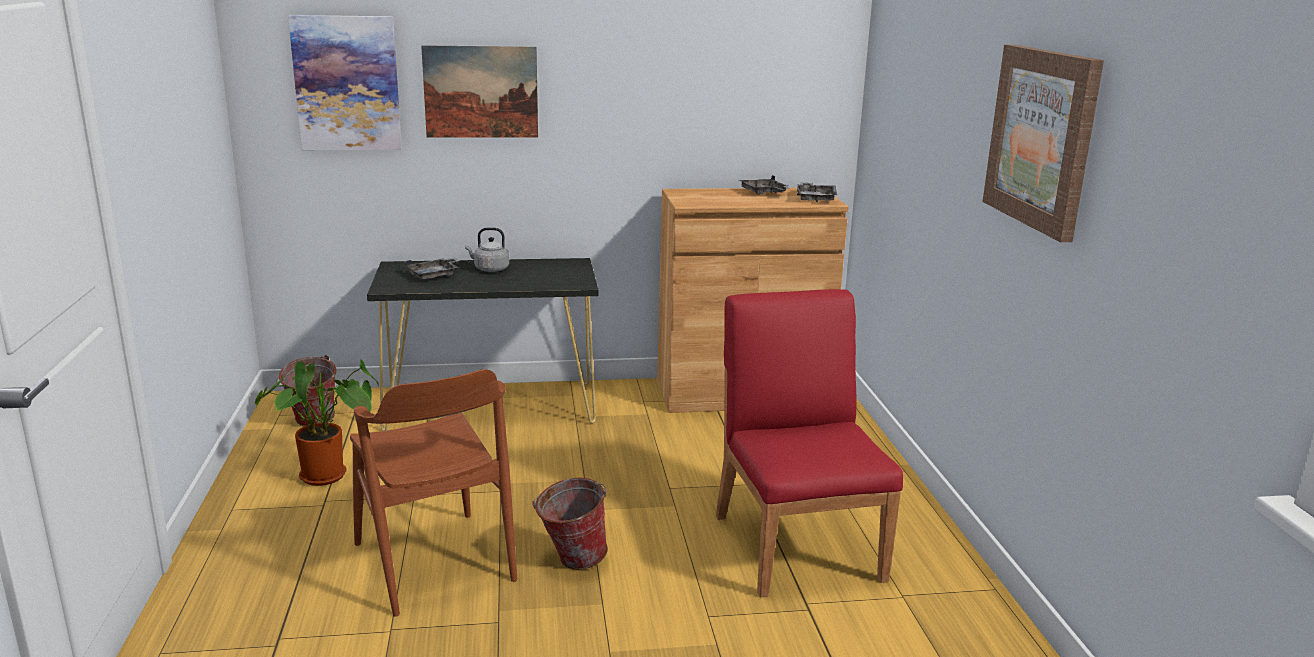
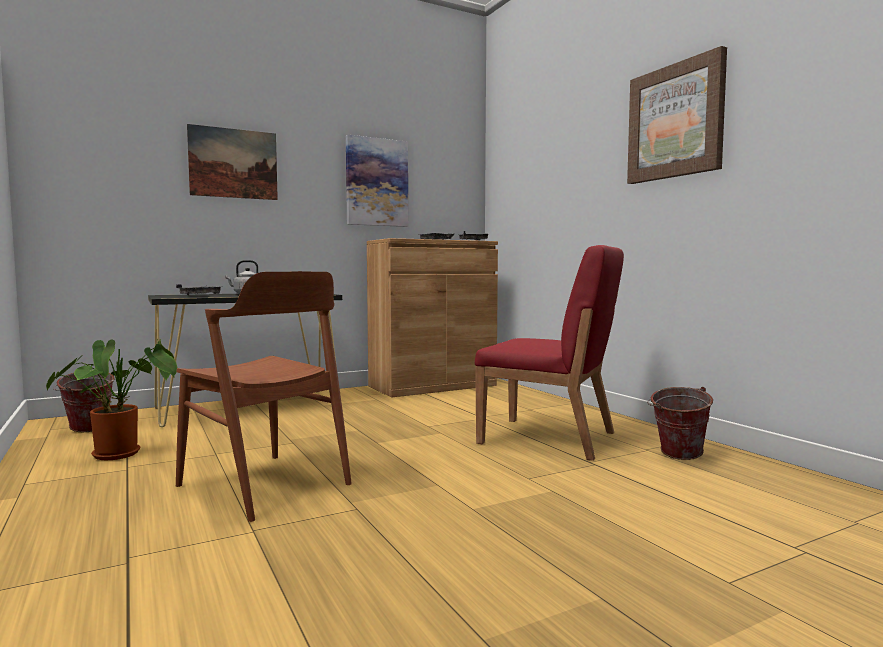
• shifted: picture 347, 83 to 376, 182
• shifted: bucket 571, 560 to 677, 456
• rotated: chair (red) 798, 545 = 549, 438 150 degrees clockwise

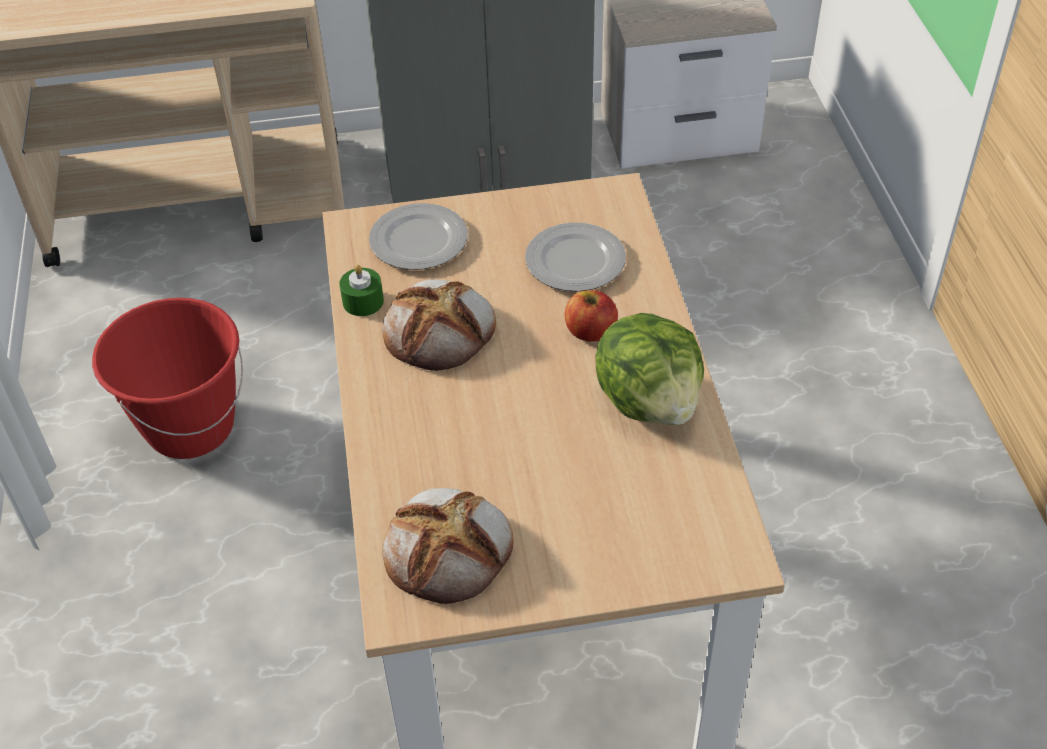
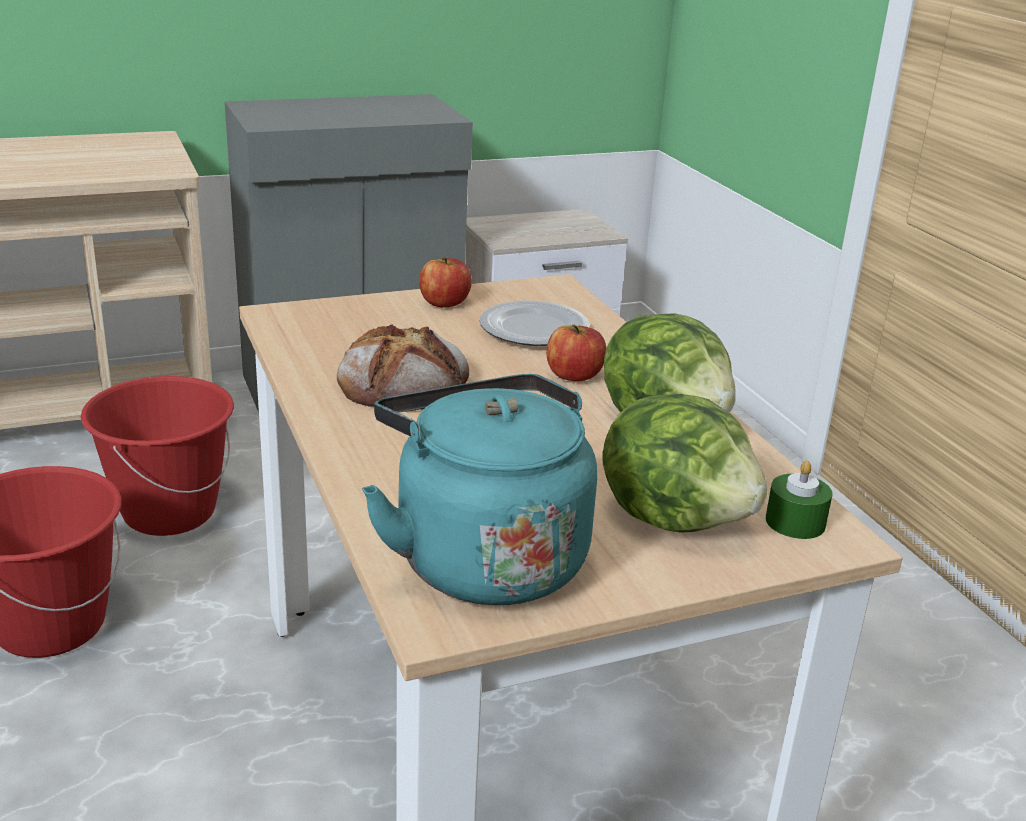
• gone: plate 418, 241
• new: bucket (red) 169, 512
• new: apple 444, 303
• new: lettuce 676, 517
• shifted: candle (green) 363, 301 to 795, 522
• swapped: bread 449, 549 to kettle (turquoise) 484, 556

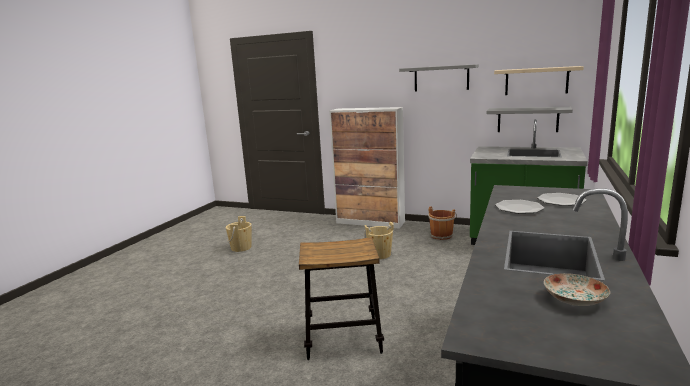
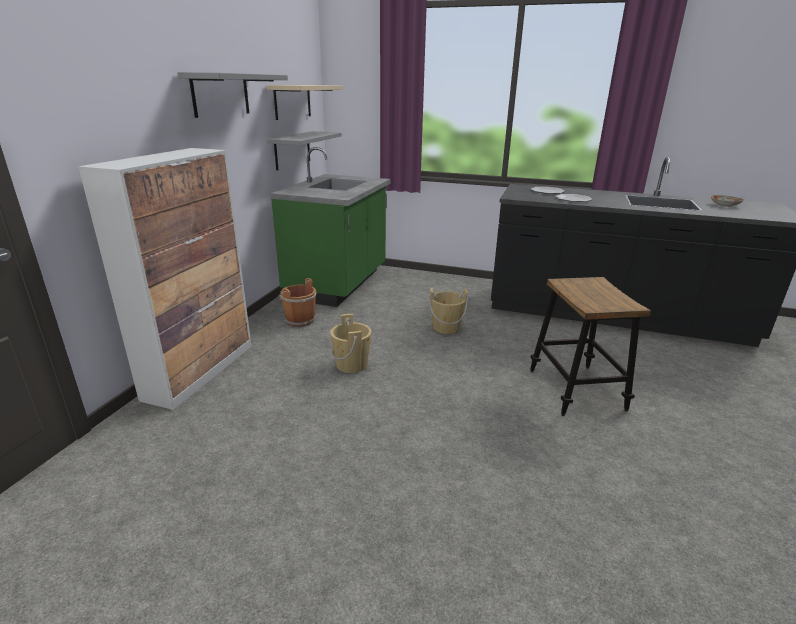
• shifted: bucket (beige) 241, 248 to 446, 327

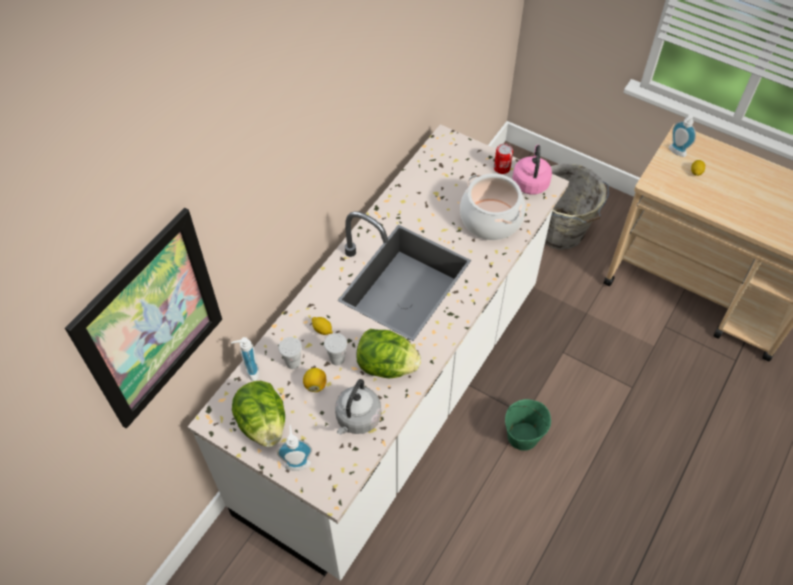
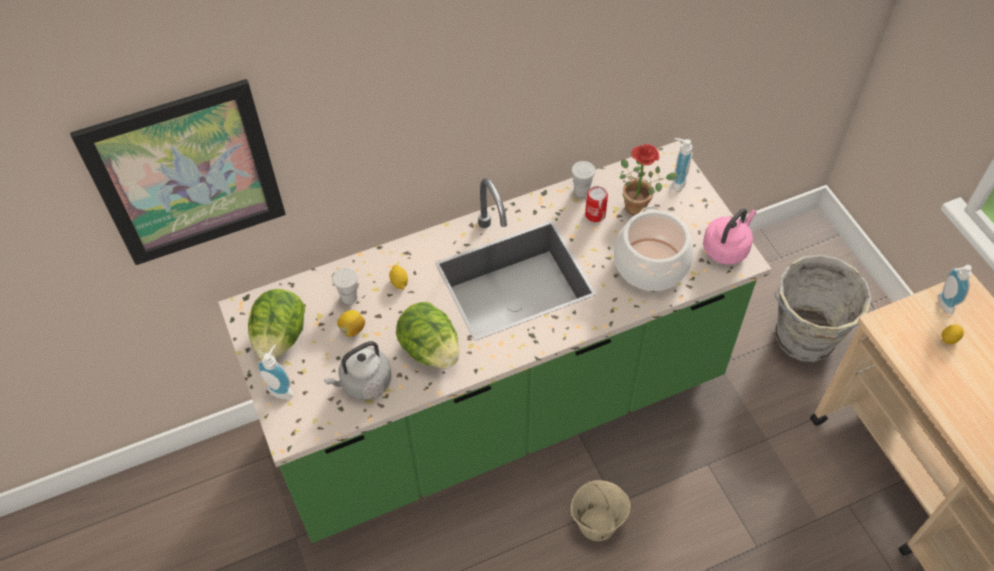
• new: potted plant 640, 207
• shifted: soap dispenser 250, 371 to 676, 182
• shifted: cup (white) 337, 359 to 581, 191
• shifted: can 502, 168 to 595, 215
• repainted: counter (white) 396, 398 to counter (green) 499, 409
• repainted: bucket (green) 522, 437 to bucket (beige) 596, 524

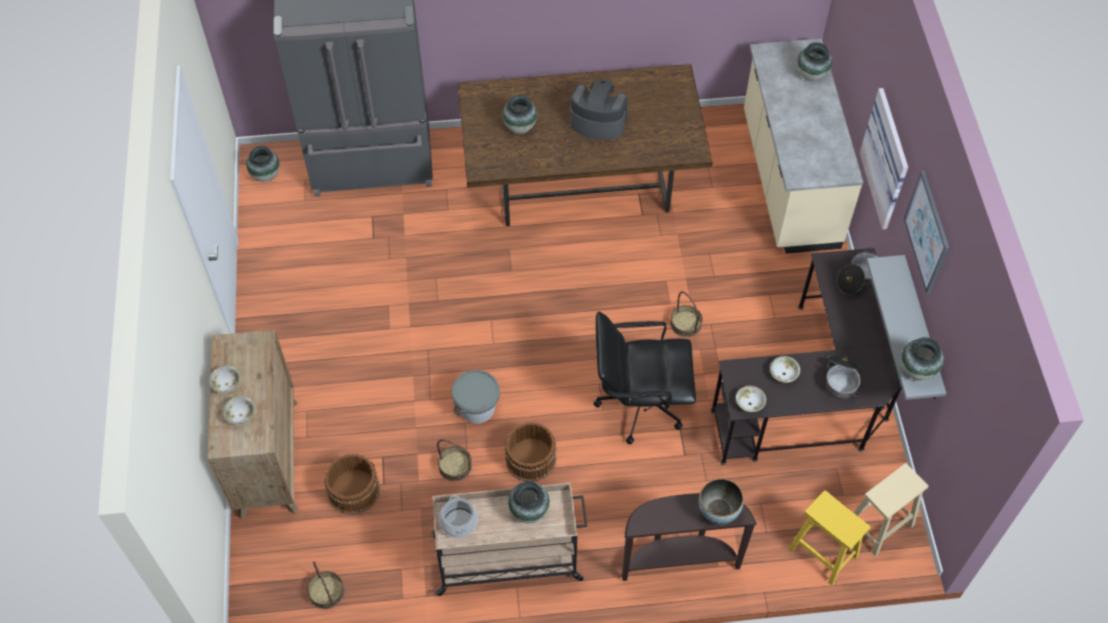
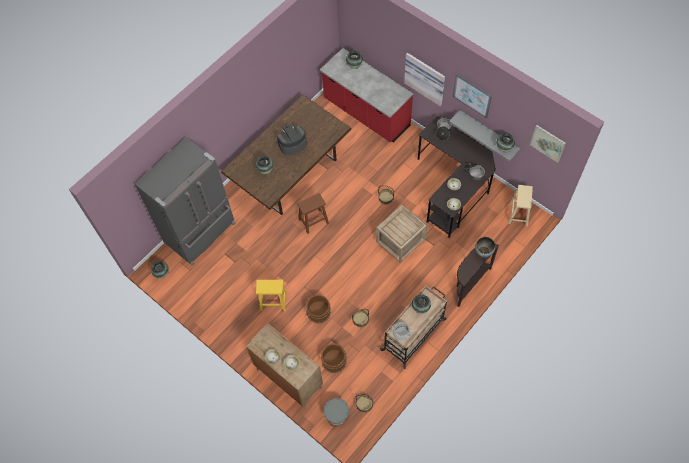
• new: stool (brown) 313, 221
• new: picture 548, 143
• shifted: bucket (grey) 477, 407 to 337, 415
• shifted: bucket (brown) 530, 458 to 318, 311
• shifted: stool (yellow) 822, 552 to 273, 302
• swapped: office chair (black) 639, 403 to crate 400, 240
• repainted: counter (beige) 788, 180 to counter (red) 366, 113

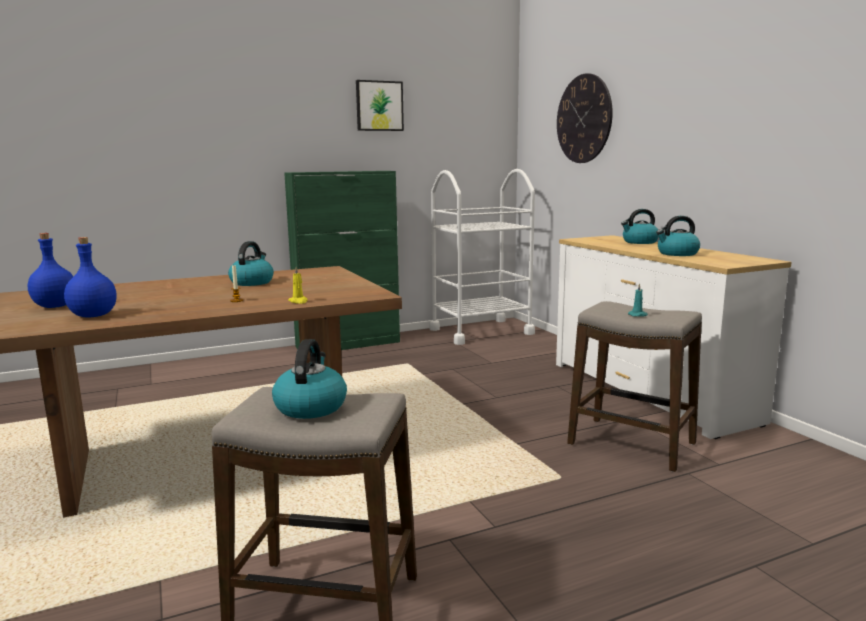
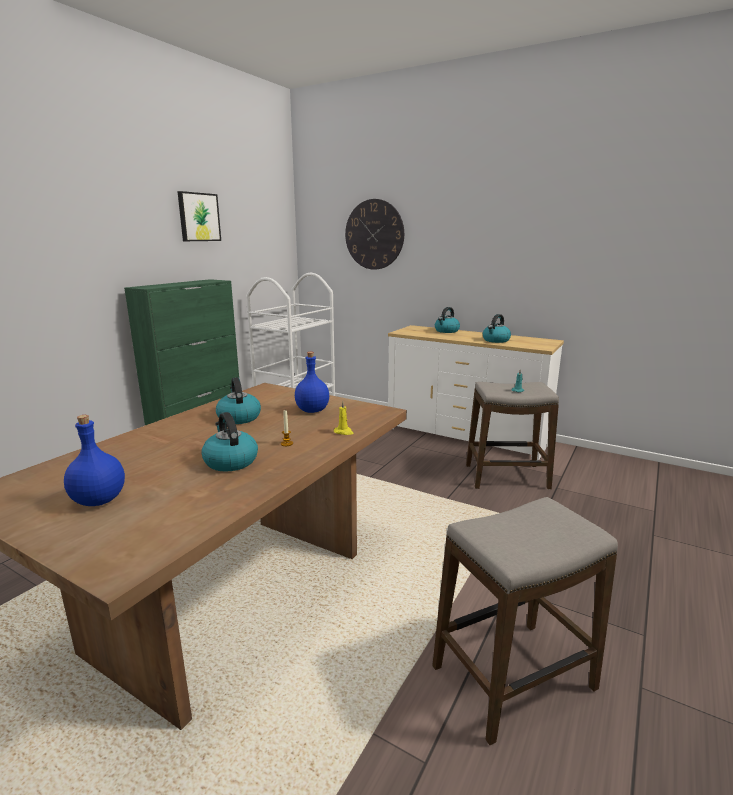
• shifted: bottle (blue) 94, 315 to 312, 410
• shifted: kettle 310, 407 to 230, 461

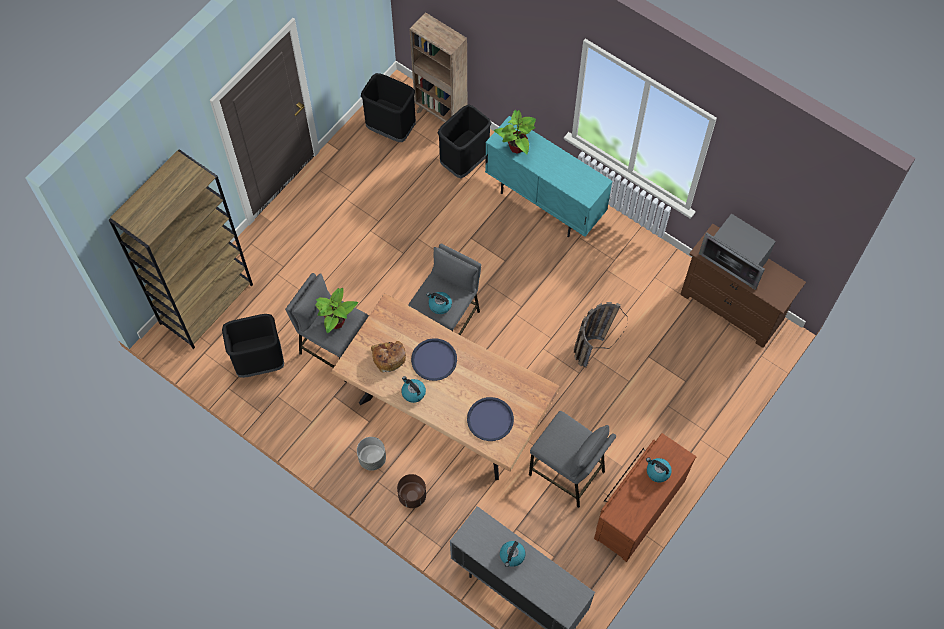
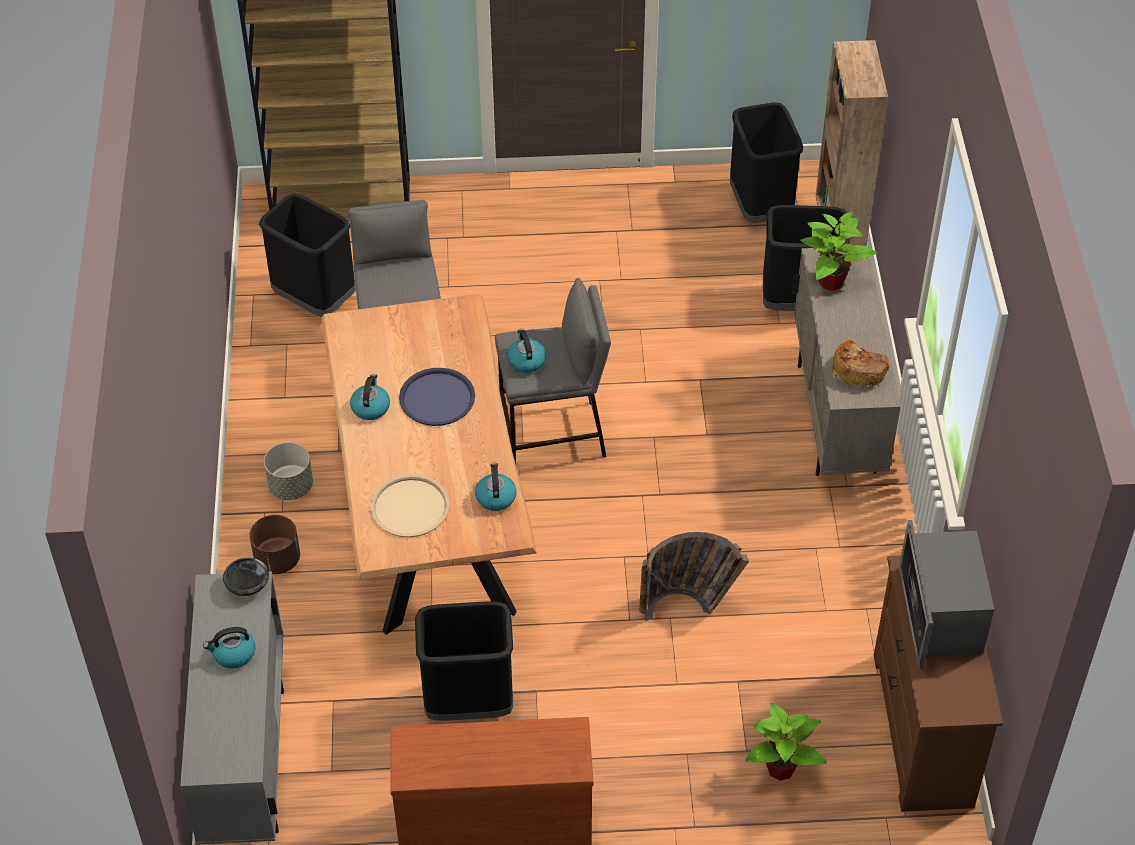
• new: bowl (black) 247, 586
• shifted: potted plant 336, 321 to 781, 768
• shifted: bread 388, 357 to 858, 369
• shifted: kettle 657, 472 to 495, 497
• swapped: stool (grey) 567, 473 to trash can (black) 468, 704
• repainted: tray (blue) 490, 419 to tray (beige) 410, 507
• repainted: cabinet (turquoise) 544, 203 to cabinet (beige) 836, 419

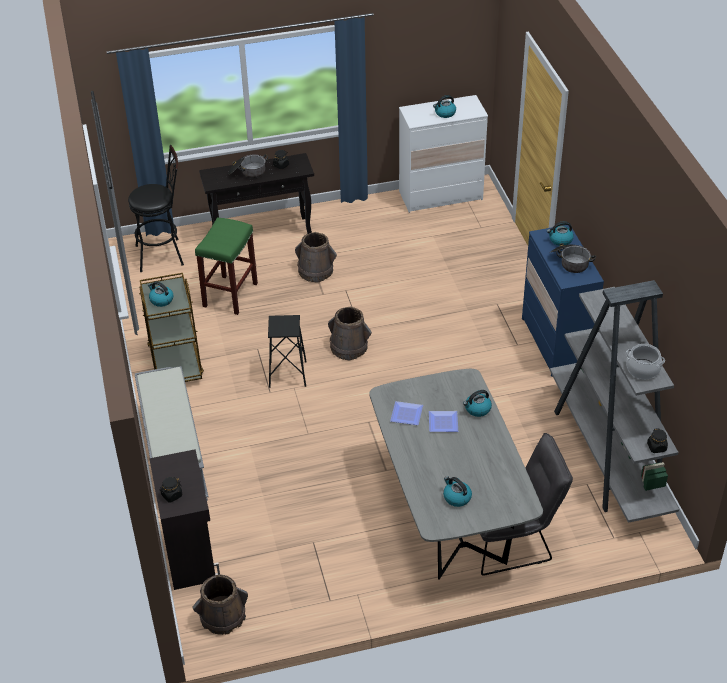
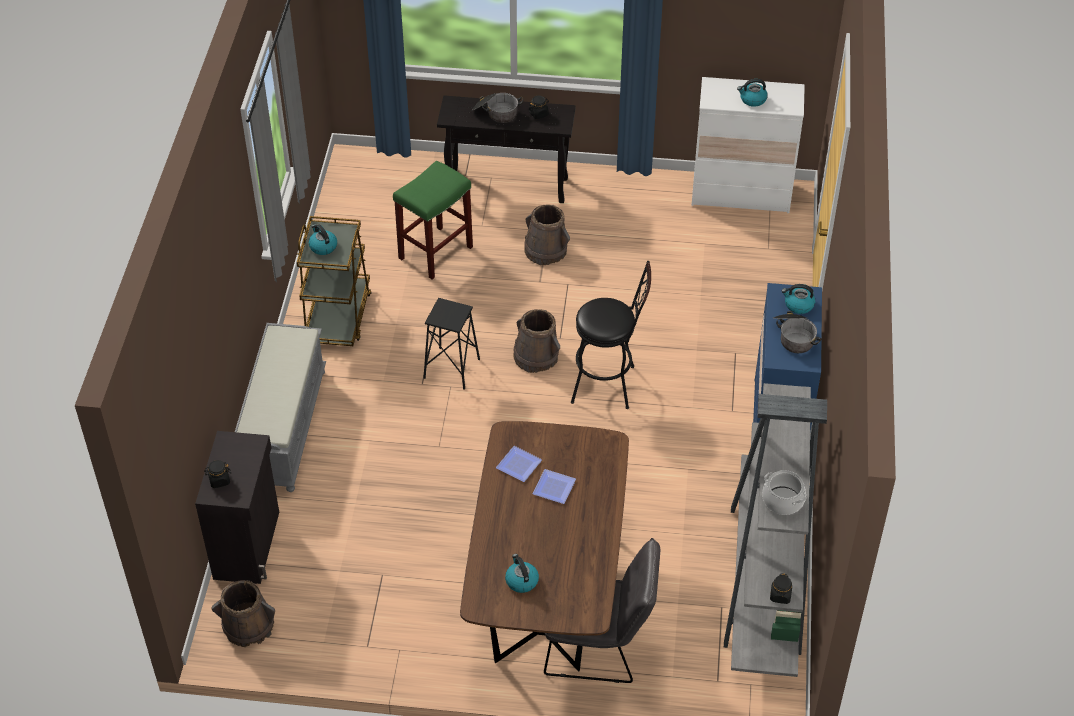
• gone: kettle 477, 409
• shifted: stool (black) 164, 254 to 609, 385
• repainted: dining table (grey) 450, 513 to dining table (brown) 547, 590

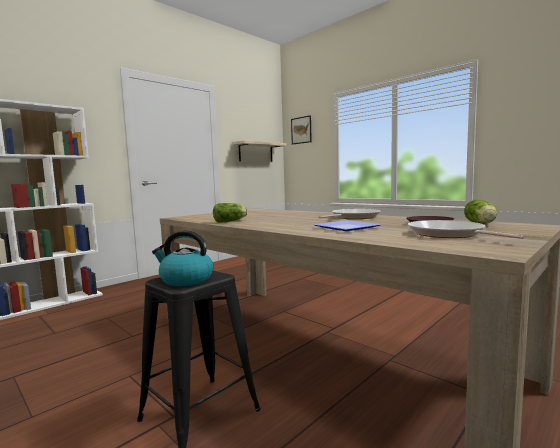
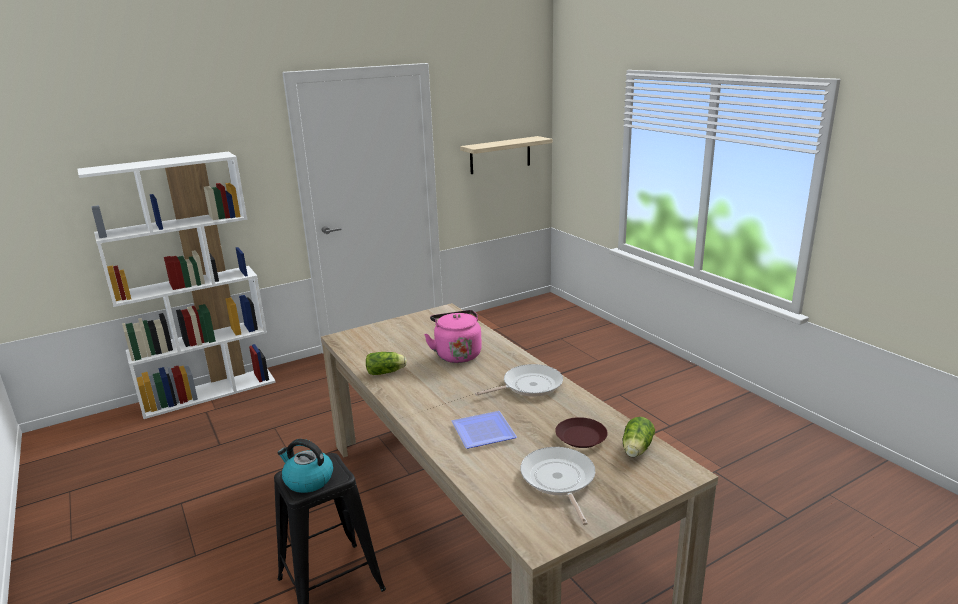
• gone: picture 301, 130
• new: kettle (pink) 457, 354

